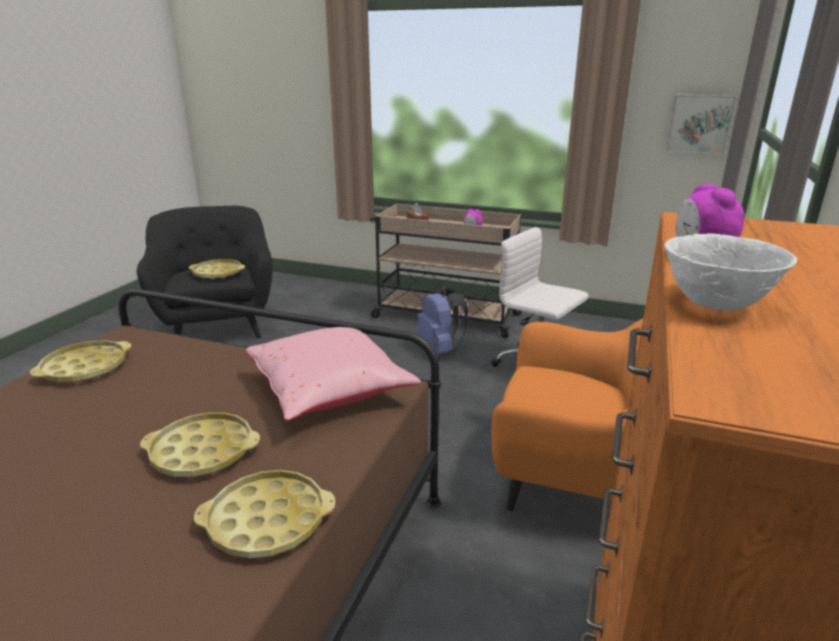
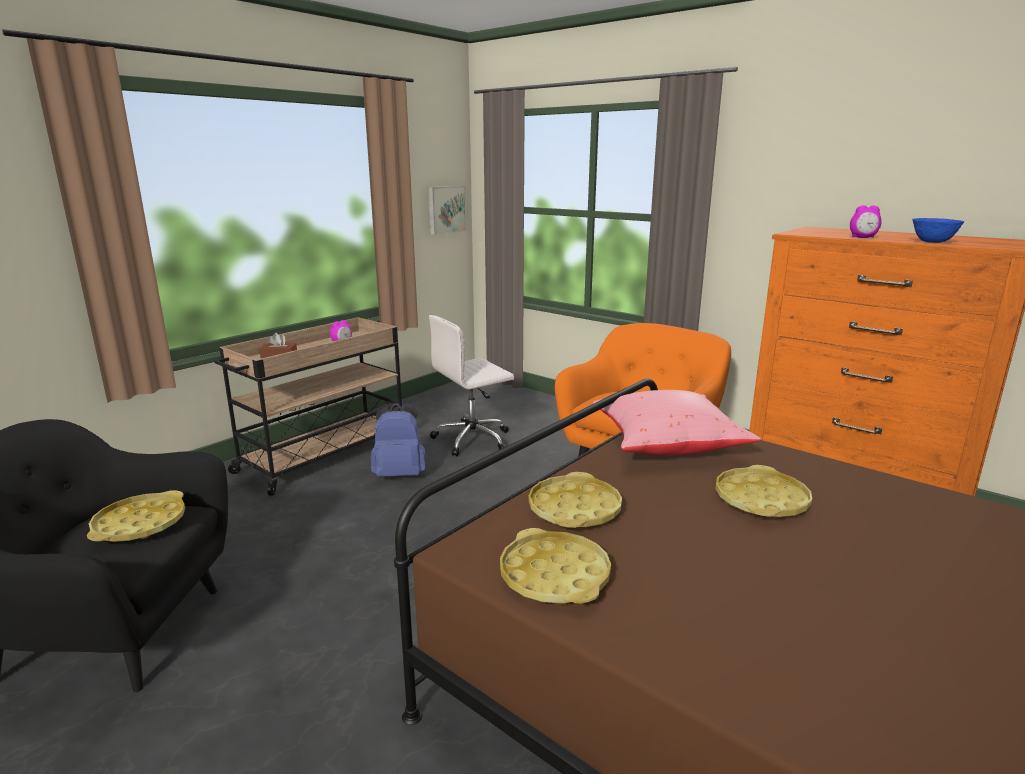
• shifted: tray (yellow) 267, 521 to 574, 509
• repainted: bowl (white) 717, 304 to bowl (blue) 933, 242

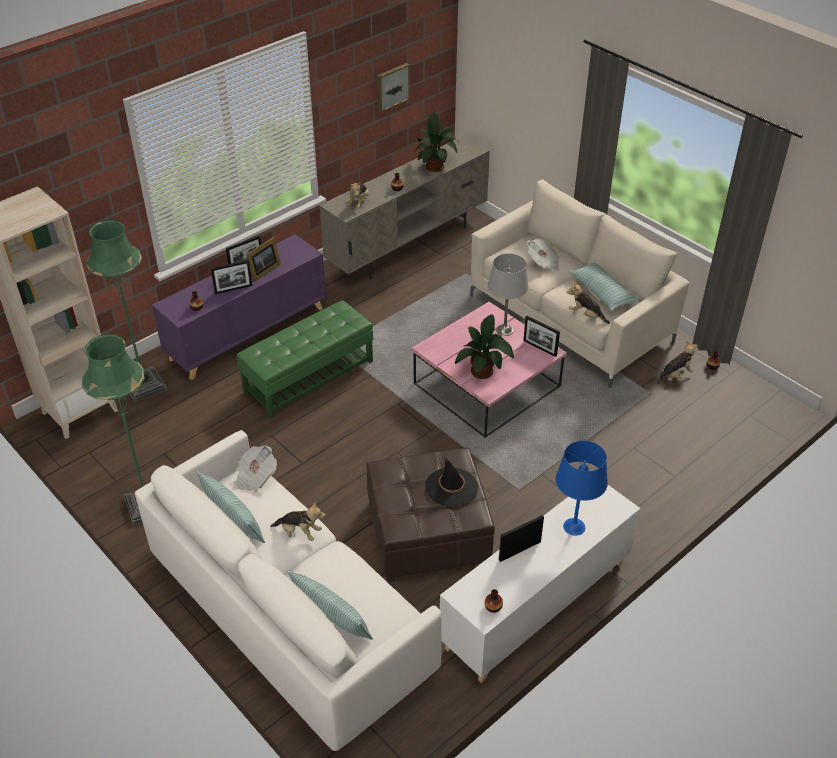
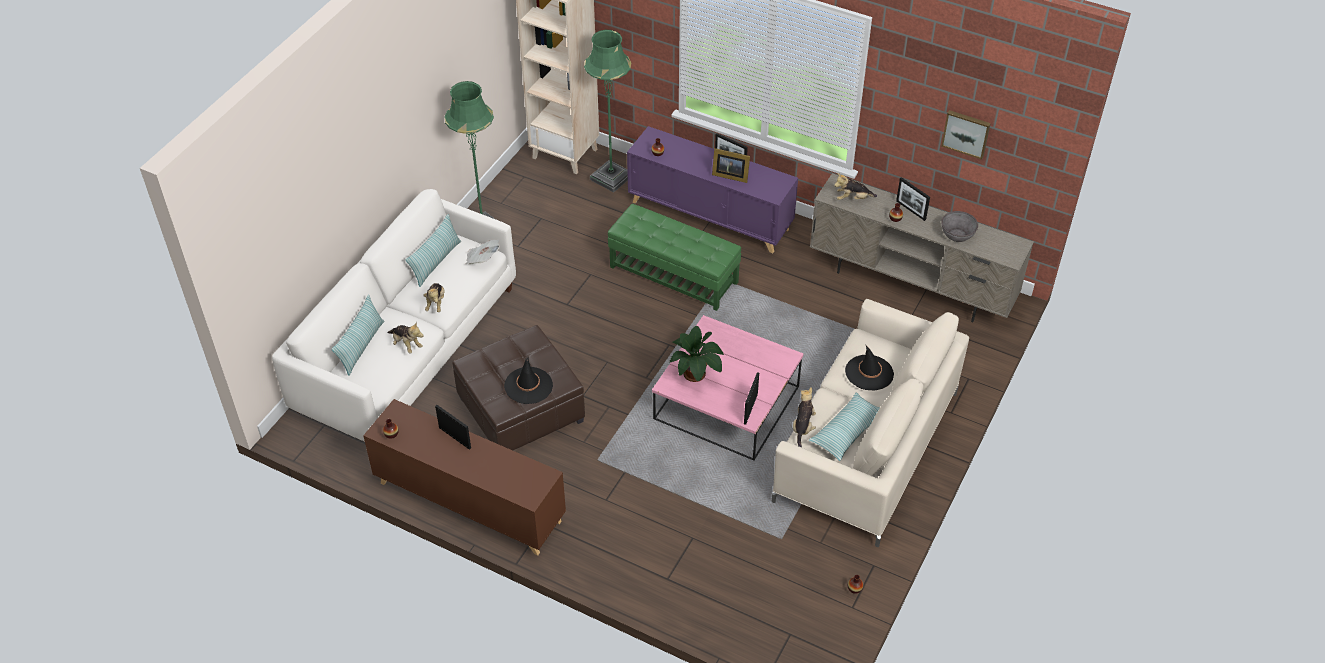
• gone: table lamp (grey) 504, 330
• gone: table lamp (blue) 574, 526
• shifted: picture frame 233, 289 to 911, 210
• shifted: plush toy 675, 375 to 406, 344
• swapped: potted plant 435, 166 to bowl (grey) 957, 235
• swapped: newspaper 543, 263 to hat (black) 869, 373
• repainted: cabinet (white) 536, 605 to cabinet (brown) 469, 502

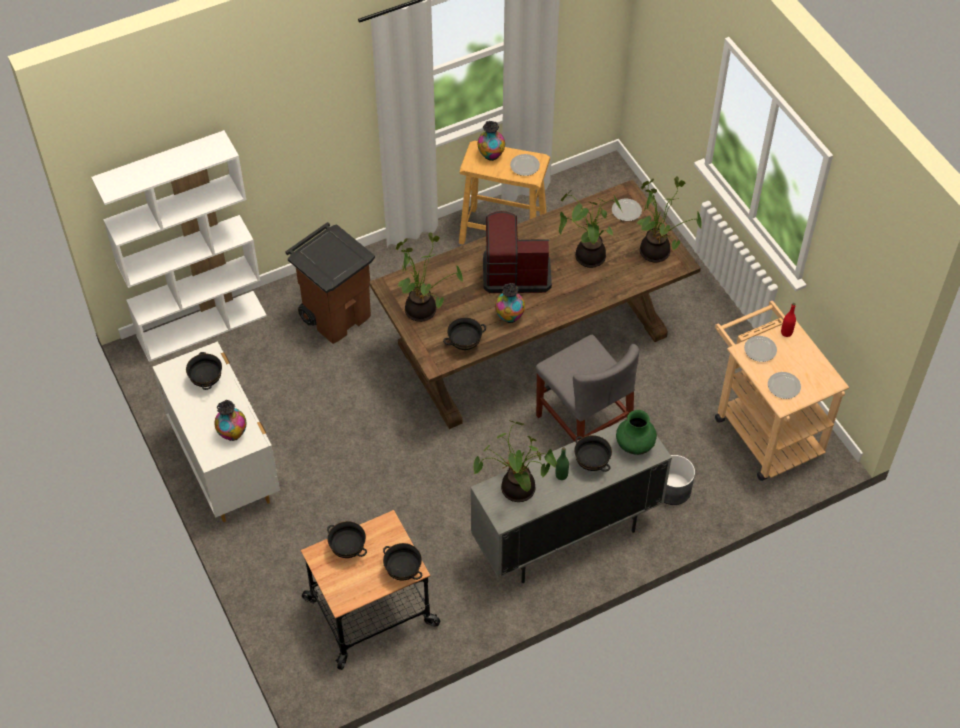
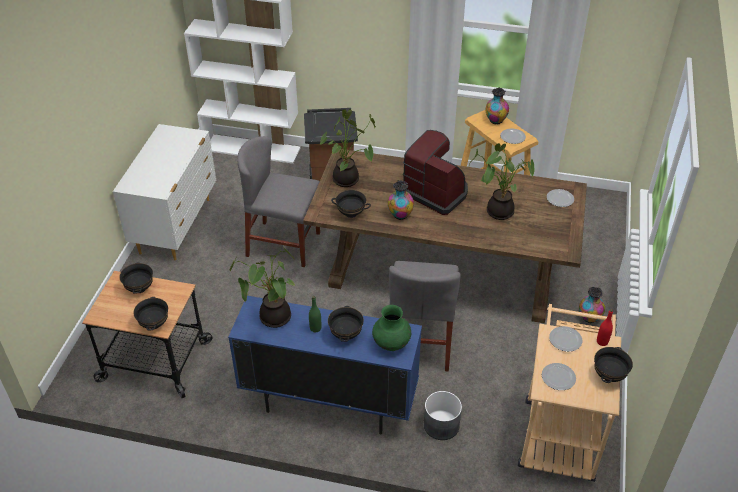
• gone: potted plant 657, 252
• new: chair (grey) 283, 244
• shifted: bowl (black) 206, 381 to 608, 375
• shifted: vase 232, 434 to 589, 318
• repainted: cabinet (grey) 566, 537 to cabinet (blue) 329, 404

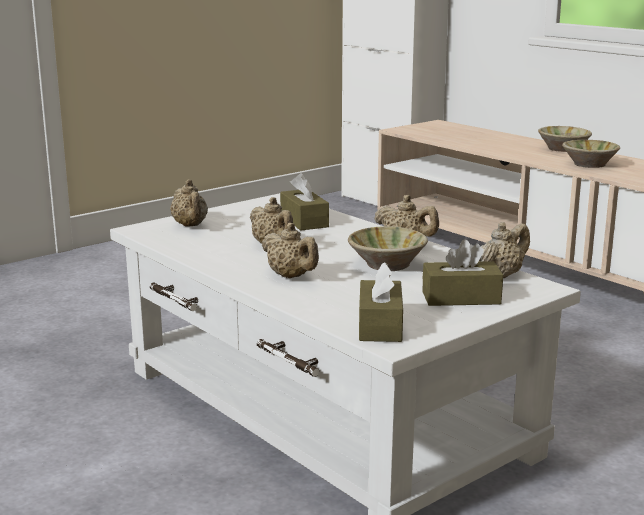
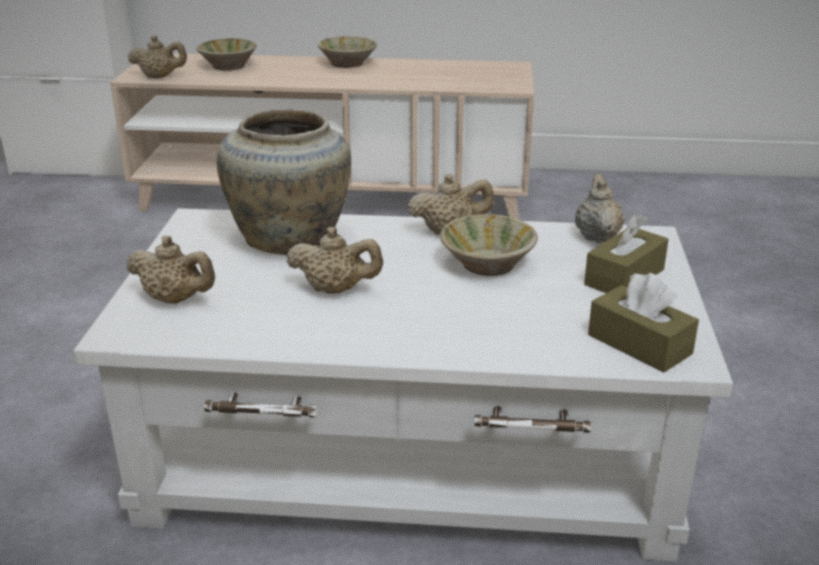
• shifted: teapot (beige) 291, 276 to 160, 77
• shifted: bowl (beige) 589, 164 to 228, 66
• swapped: tissue box (brown) 304, 221 to vase (beige) 291, 240

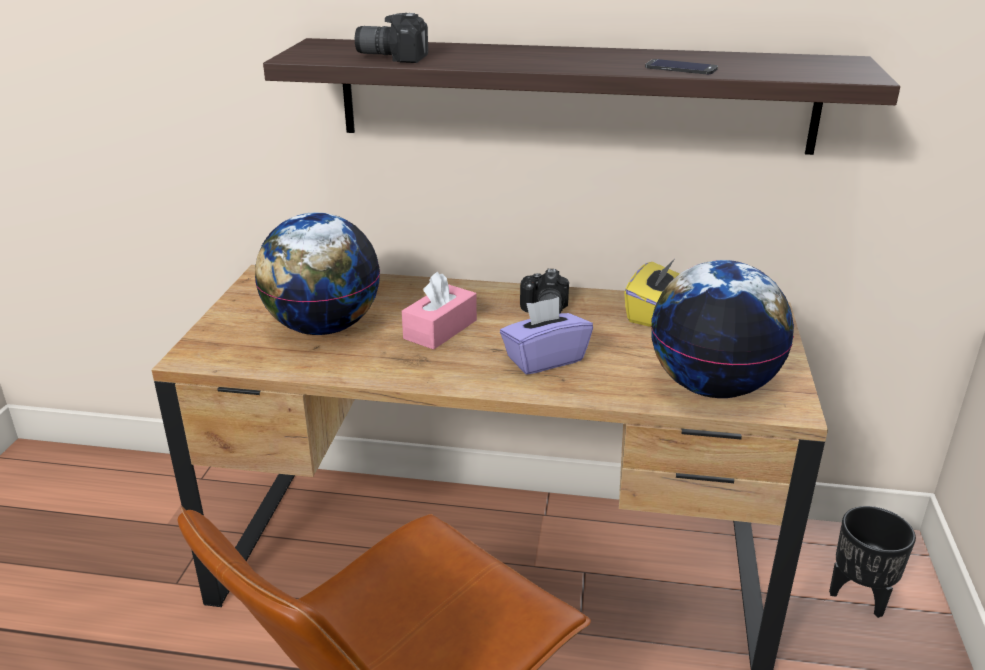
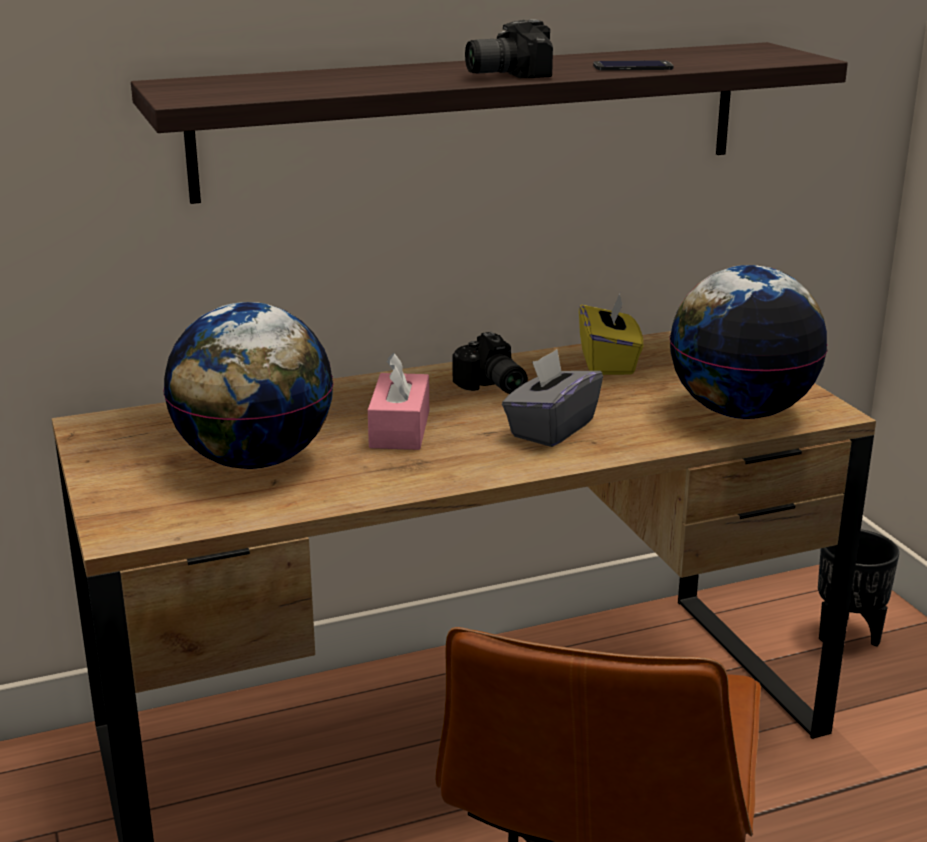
• shifted: photo camera 393, 56 to 504, 74
• repainted: tissue box (purple) 544, 359 to tissue box (grey) 551, 429

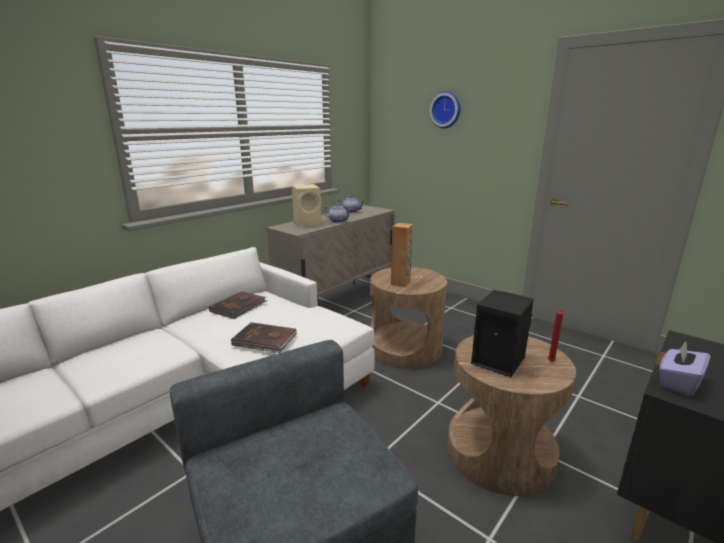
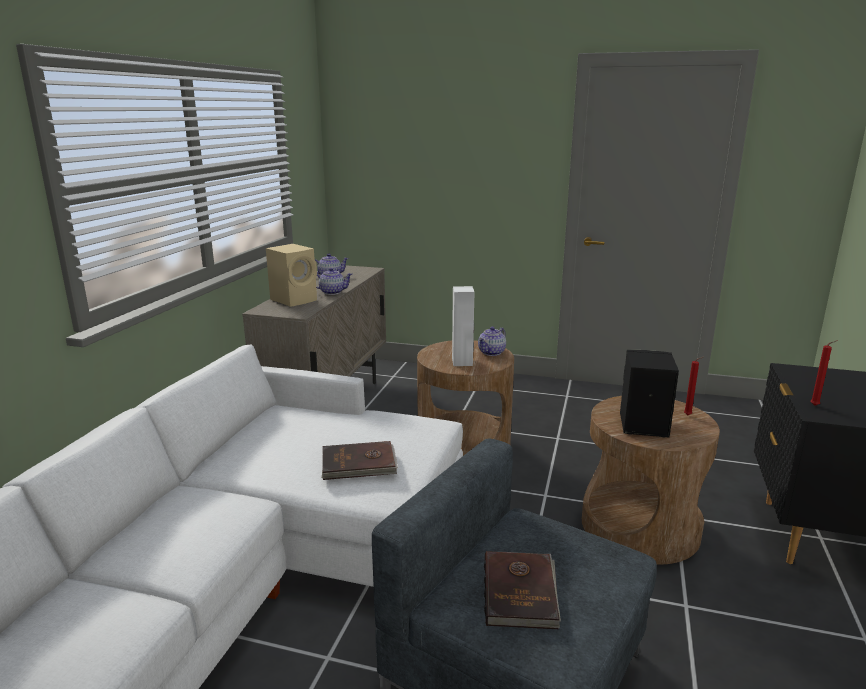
• gone: wall clock 446, 110
• new: teapot 492, 352
• shifted: book (brown) 239, 306 to 521, 592
• swapped: tissue box (purple) 678, 382 to candle (red) 816, 406
• repainted: speaker (brown) 401, 283 to speaker (white) 462, 362

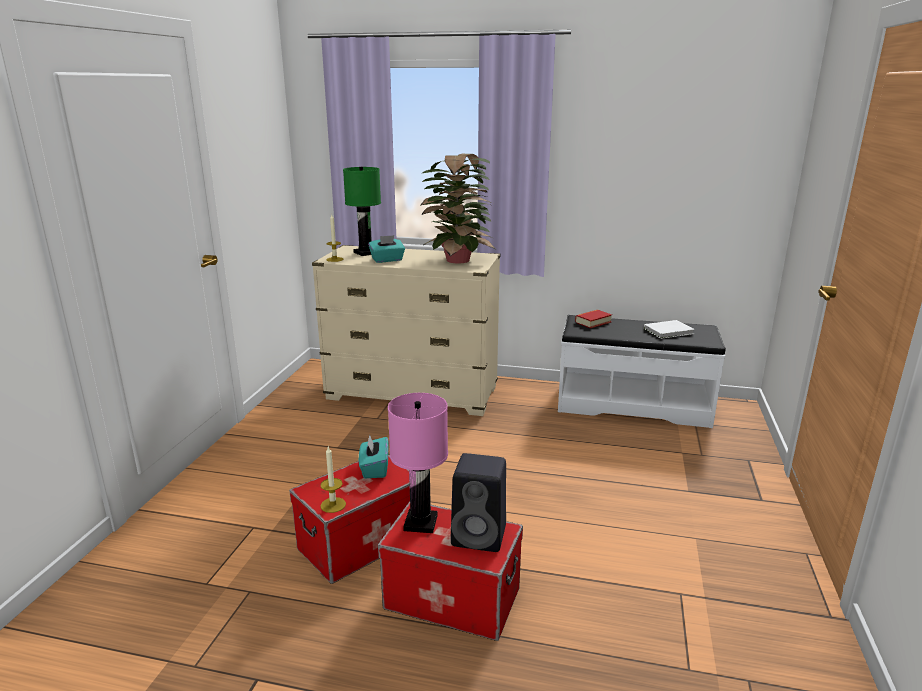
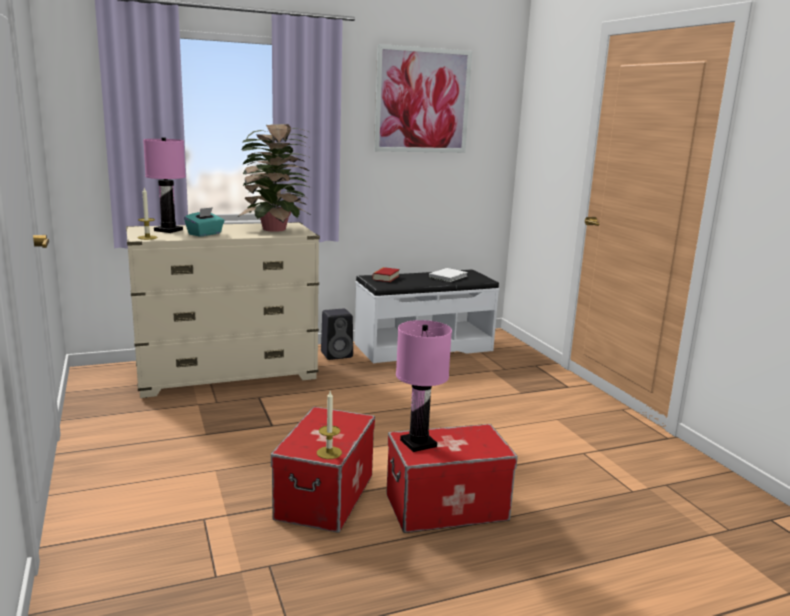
• gone: tissue box (turquoise) 374, 469
• new: picture 422, 100
• shifted: speaker (black) 481, 536 to 337, 354
• repainted: table lamp (green) 365, 253 to table lamp (pink) 168, 230

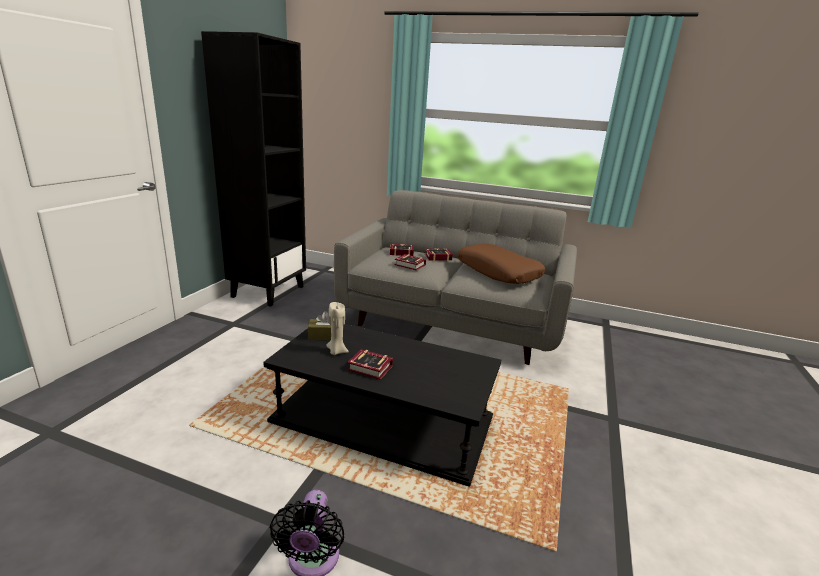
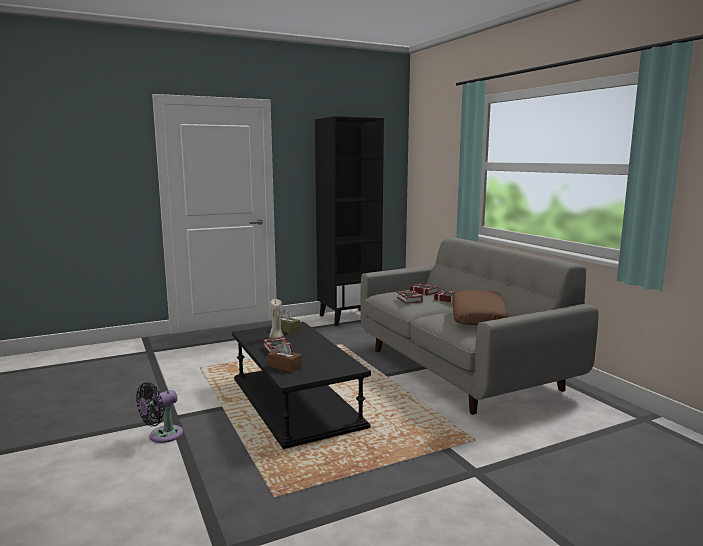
• new: tissue box (brown) 285, 366

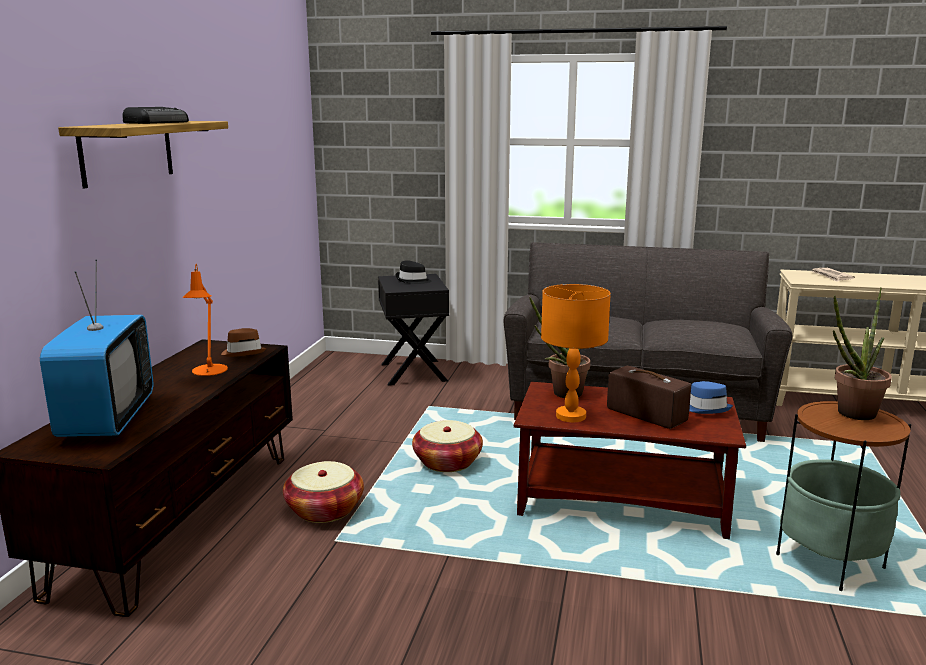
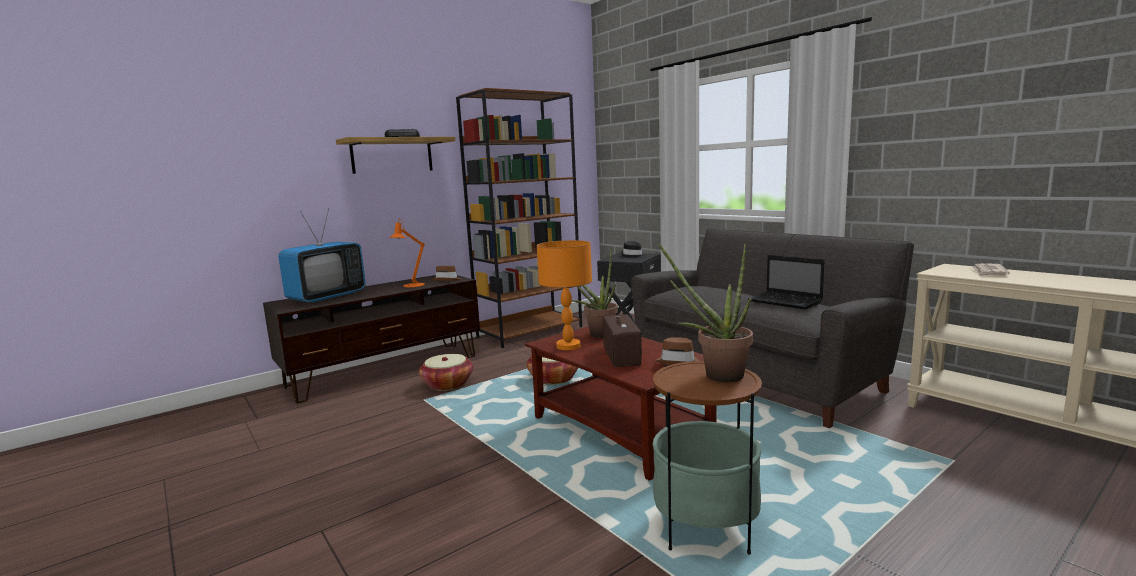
• new: bookcase (brown) 530, 331
• new: laptop 786, 302
• repainted: hat (blue) 705, 408 to hat (brown) 678, 361

